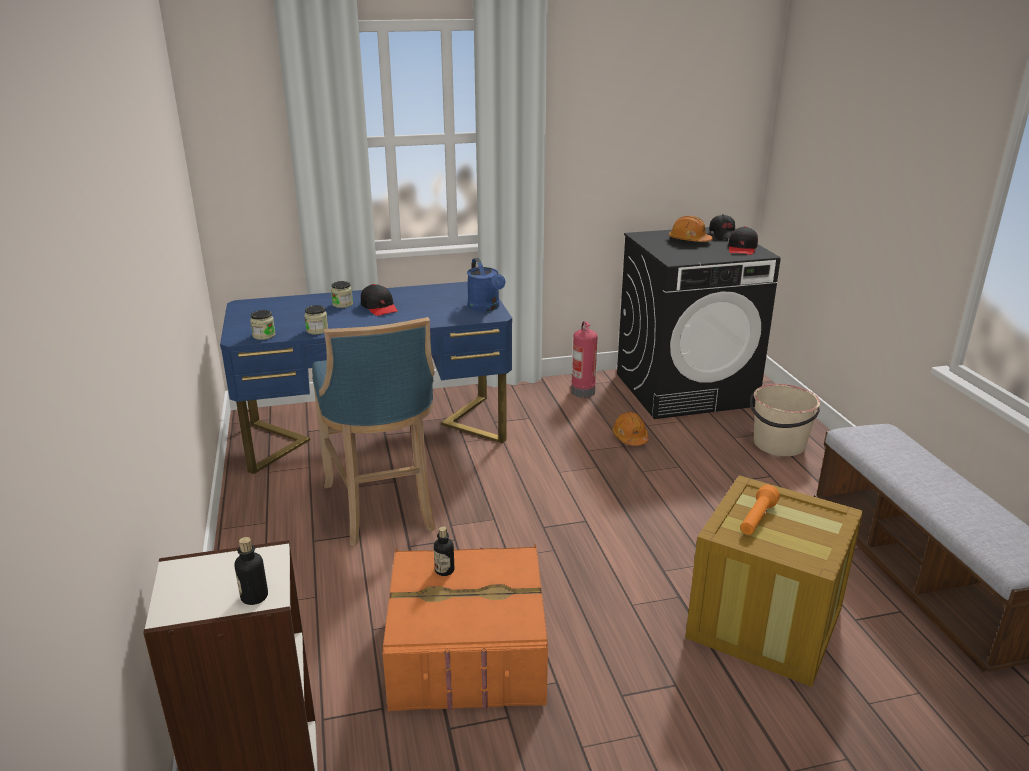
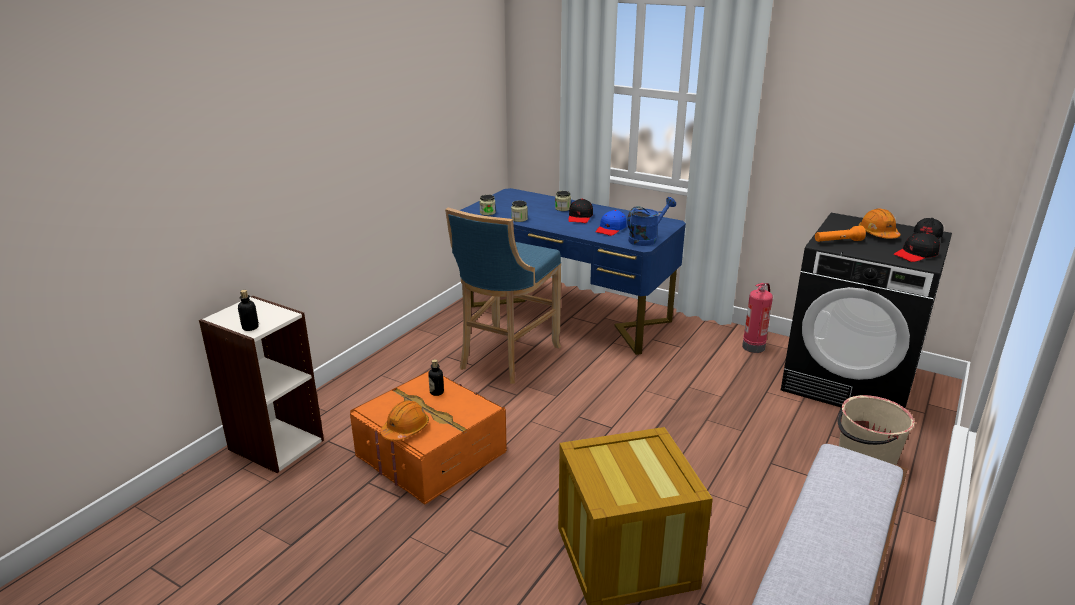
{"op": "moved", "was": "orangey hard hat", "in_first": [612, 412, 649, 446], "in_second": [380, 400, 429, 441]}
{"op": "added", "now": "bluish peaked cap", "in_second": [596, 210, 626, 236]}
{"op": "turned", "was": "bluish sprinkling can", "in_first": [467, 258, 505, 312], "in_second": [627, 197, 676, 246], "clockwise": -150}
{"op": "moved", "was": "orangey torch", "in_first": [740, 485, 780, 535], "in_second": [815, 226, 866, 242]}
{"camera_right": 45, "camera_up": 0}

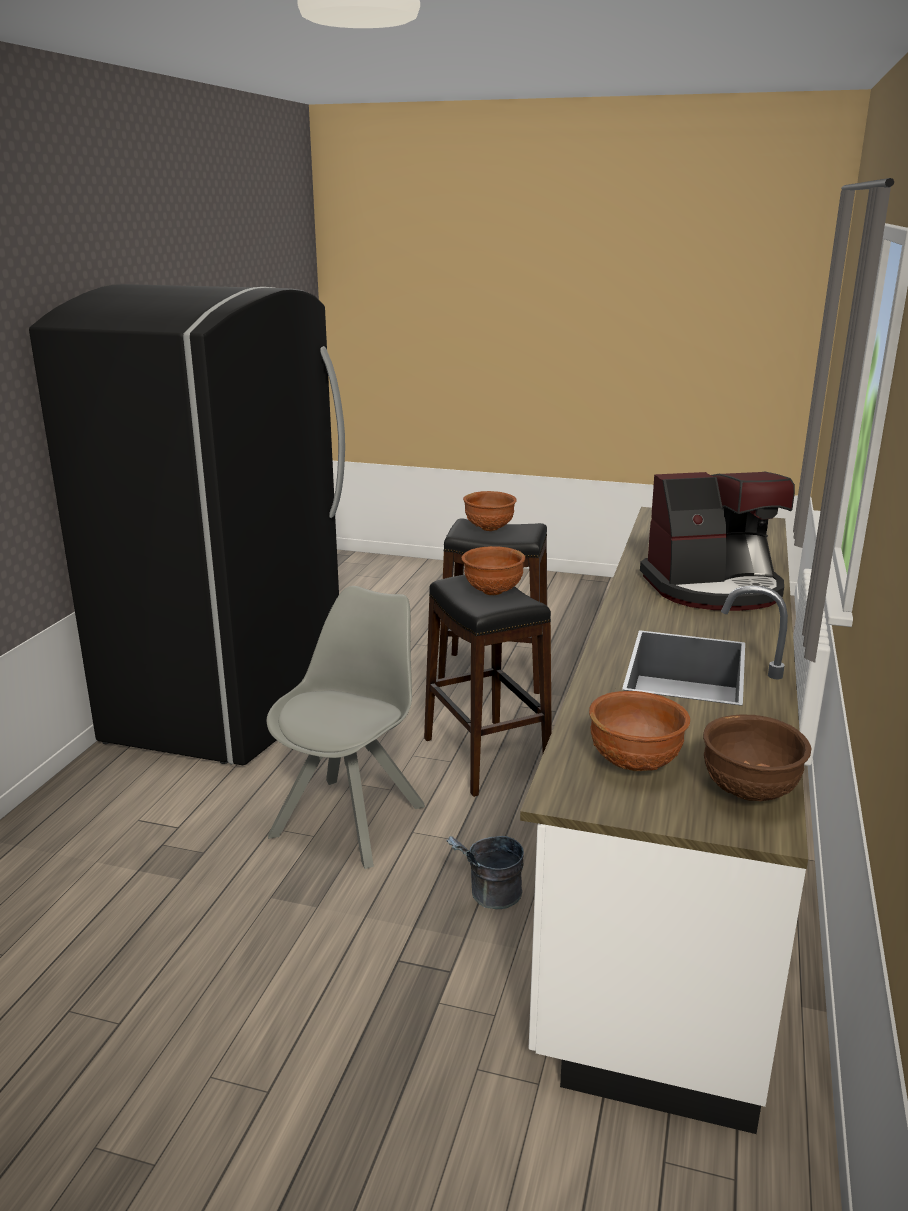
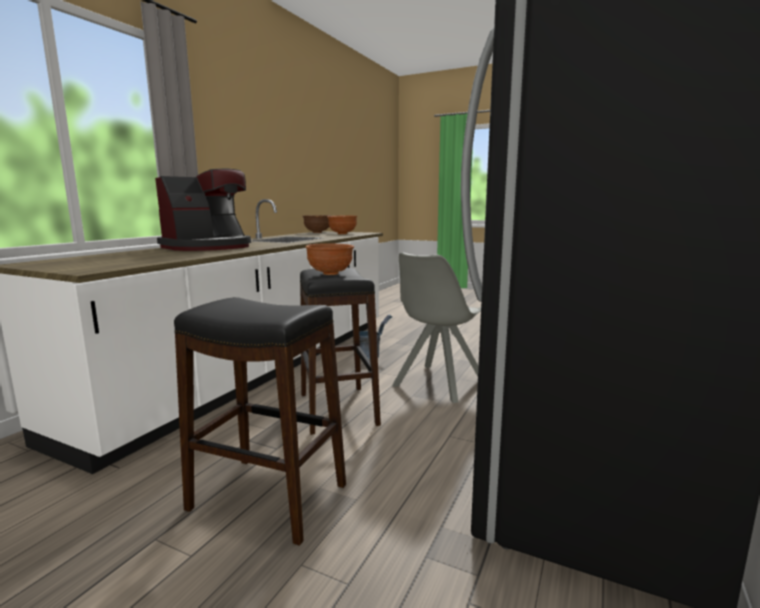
{"op": "turned", "was": "coffee brewer", "in_first": [640, 472, 795, 611], "in_second": [155, 169, 251, 251], "clockwise": 135}
{"op": "removed", "was": "brownish serving bowl", "in_first": [463, 491, 517, 531]}
{"camera_right": -170, "camera_up": -10}

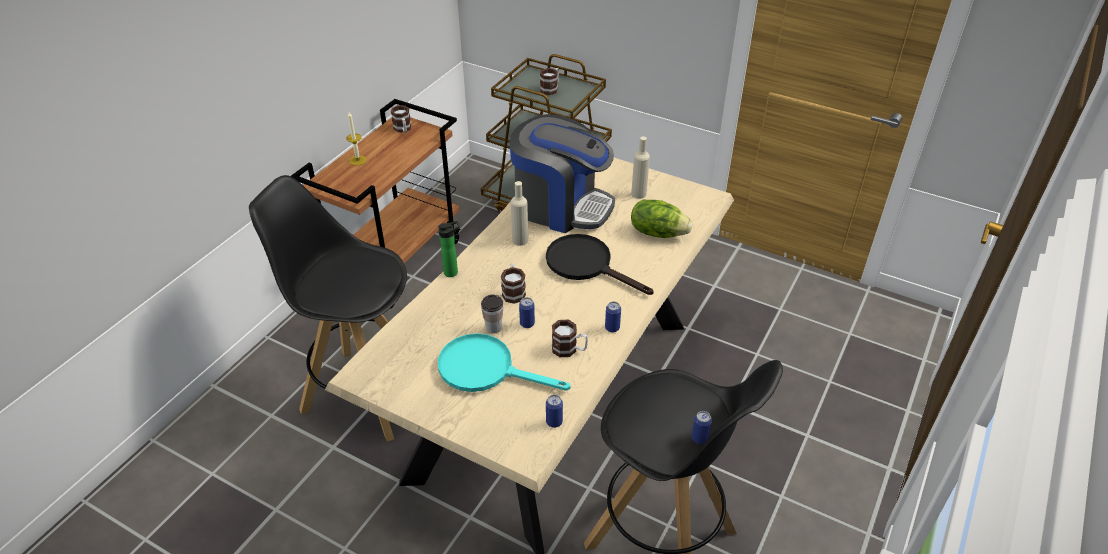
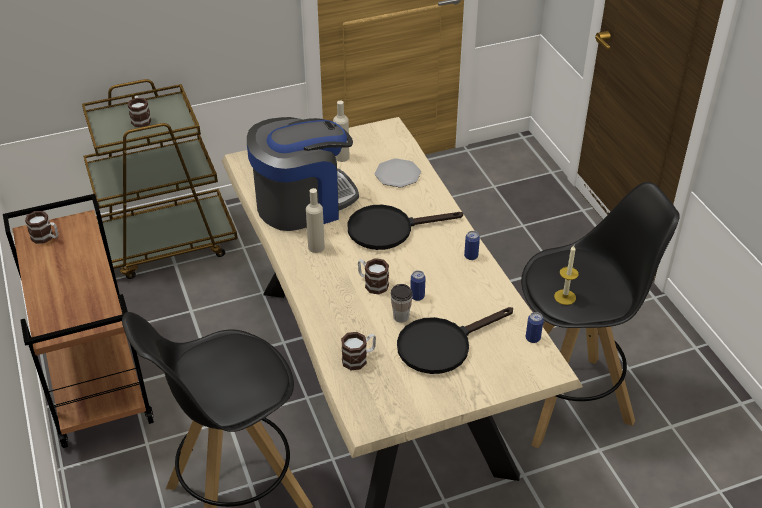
{"op": "moved", "was": "tea mug", "in_first": [552, 320, 588, 357], "in_second": [341, 332, 376, 370]}
{"op": "replaced", "was": "head of lettuce", "now": "flat dish", "in_first": [631, 200, 692, 238], "in_second": [375, 158, 421, 187]}
{"op": "recoloured", "was": "blue-green skillet", "now": "blackish skillet", "in_first": [438, 333, 571, 392], "in_second": [397, 307, 513, 374]}
{"op": "moved", "was": "wax candle", "in_first": [346, 112, 367, 165], "in_second": [554, 245, 579, 305]}
{"op": "removed", "was": "drink bottle", "in_first": [438, 221, 460, 277]}
{"op": "removed", "was": "can", "in_first": [691, 411, 712, 444]}
{"camera_right": -50, "camera_up": 0}

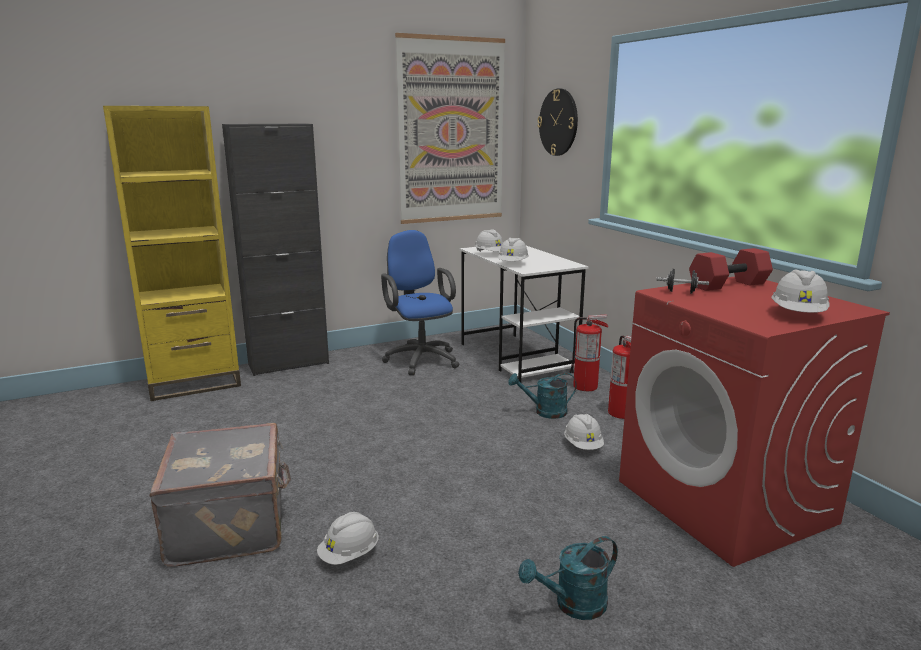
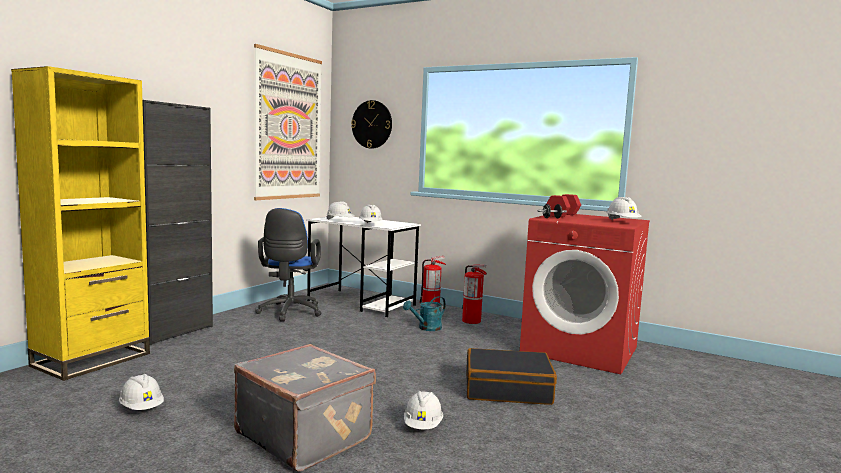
{"op": "moved", "was": "white hard hat", "in_first": [564, 414, 604, 450], "in_second": [119, 374, 164, 410]}
{"op": "turned", "was": "bluish desk chair", "in_first": [381, 230, 460, 376], "in_second": [255, 208, 322, 322], "clockwise": -120}
{"op": "added", "now": "blackish travel case", "in_second": [466, 348, 557, 405]}
{"op": "removed", "was": "blue-green sprinkling can", "in_first": [518, 536, 618, 620]}
{"camera_right": -35, "camera_up": -10}

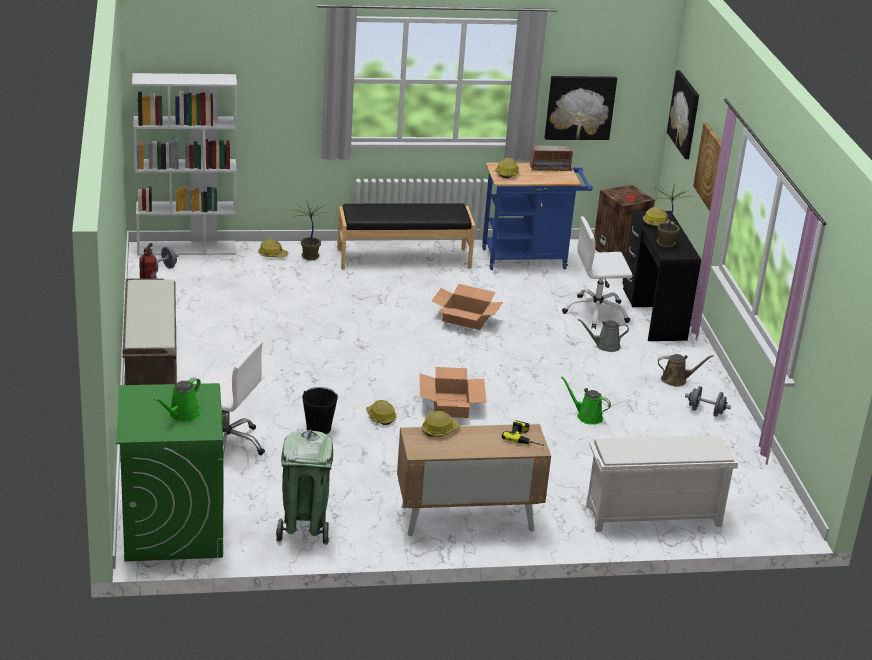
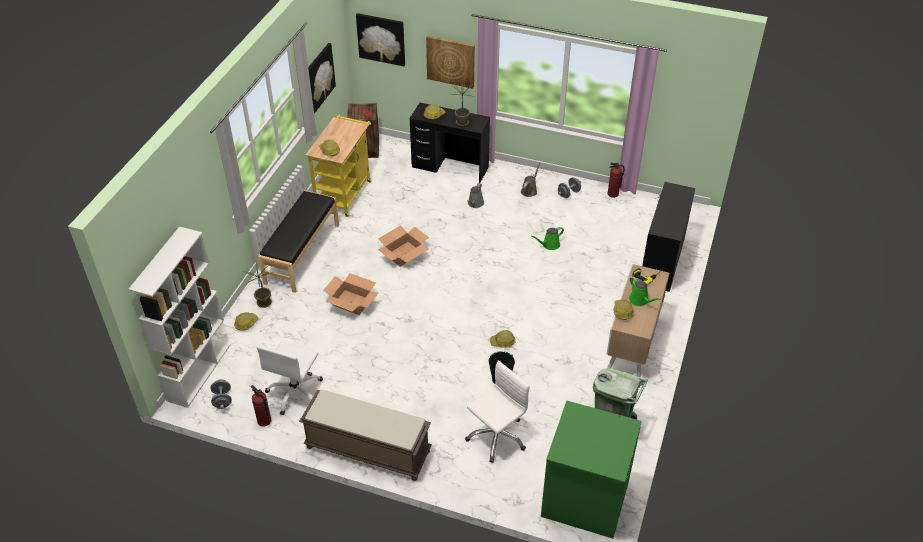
{"op": "moved", "was": "white desk chair", "in_first": [562, 216, 633, 329], "in_second": [257, 341, 323, 415]}
{"op": "recoloured", "was": "bluish cart", "now": "yellow cart", "in_first": [482, 163, 593, 270], "in_second": [305, 115, 371, 217]}
{"op": "moved", "was": "cardboard box", "in_first": [419, 367, 486, 418], "in_second": [323, 273, 378, 315]}
{"op": "added", "now": "fire-fighting cylinder", "in_second": [608, 163, 625, 198]}
{"op": "moved", "was": "green-coloured sprinkling can", "in_first": [154, 377, 201, 422], "in_second": [629, 277, 661, 306]}
{"op": "replaced", "was": "white shoe rack", "now": "blackish desk", "in_first": [586, 435, 738, 532], "in_second": [642, 182, 695, 292]}
{"op": "removed", "was": "radio receiver", "in_first": [529, 145, 573, 171]}
{"camera_right": -60, "camera_up": 15}

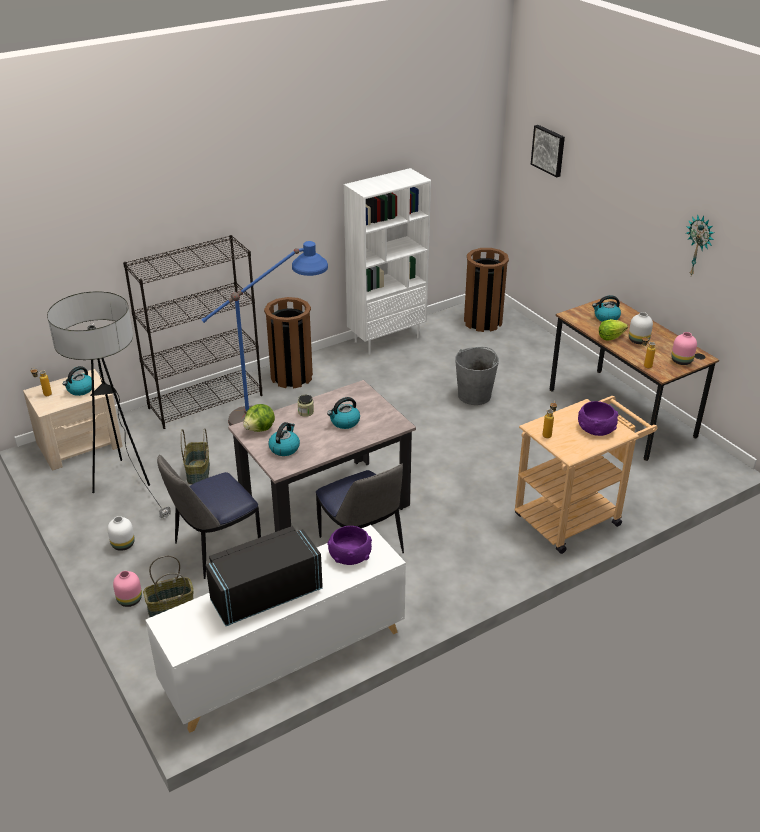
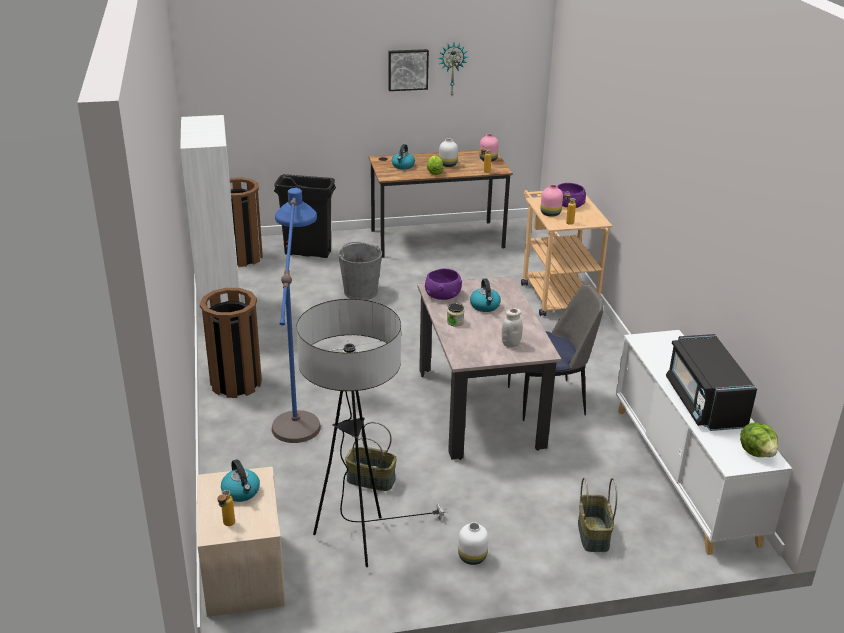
{"op": "added", "now": "blackish trash can", "in_second": [274, 174, 336, 258]}
{"op": "moved", "was": "picture", "in_first": [531, 125, 565, 178], "in_second": [388, 49, 429, 91]}
{"op": "moved", "was": "purple-coloured serving bowl", "in_first": [327, 526, 372, 565], "in_second": [425, 268, 462, 300]}
{"op": "replaced", "was": "water kettle", "now": "white storage jar", "in_first": [268, 422, 300, 456], "in_second": [502, 308, 523, 347]}
{"op": "moved", "was": "pinkish flower vase", "in_first": [113, 571, 142, 607], "in_second": [541, 184, 563, 217]}
{"op": "moved", "was": "head of lettuce", "in_first": [243, 404, 275, 432], "in_second": [740, 422, 778, 457]}
{"op": "removed", "was": "blackish bookshelf", "in_first": [123, 235, 262, 429]}
{"op": "removed", "was": "upright chair", "in_first": [157, 455, 261, 579]}
{"camera_right": -70, "camera_up": -5}

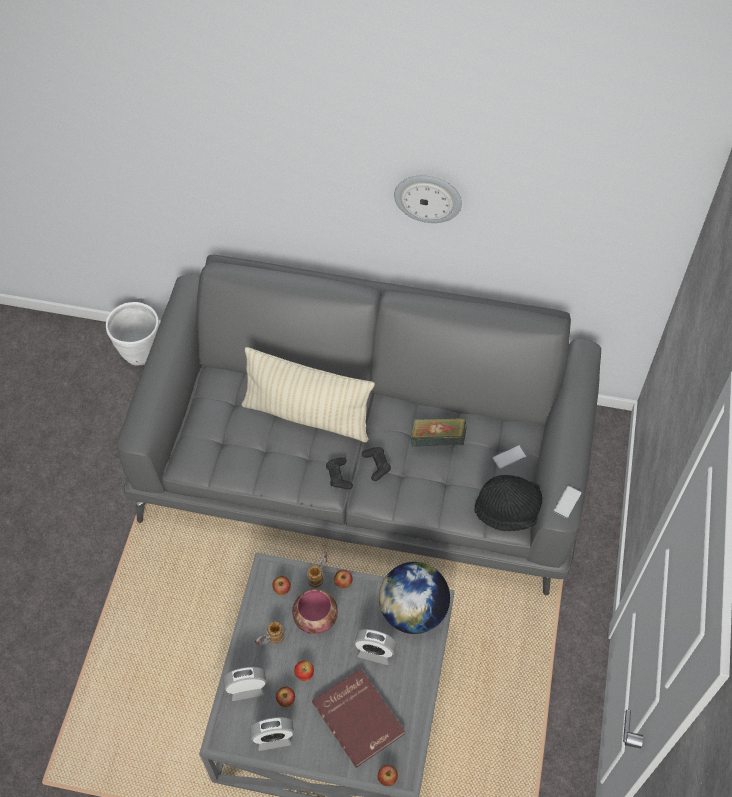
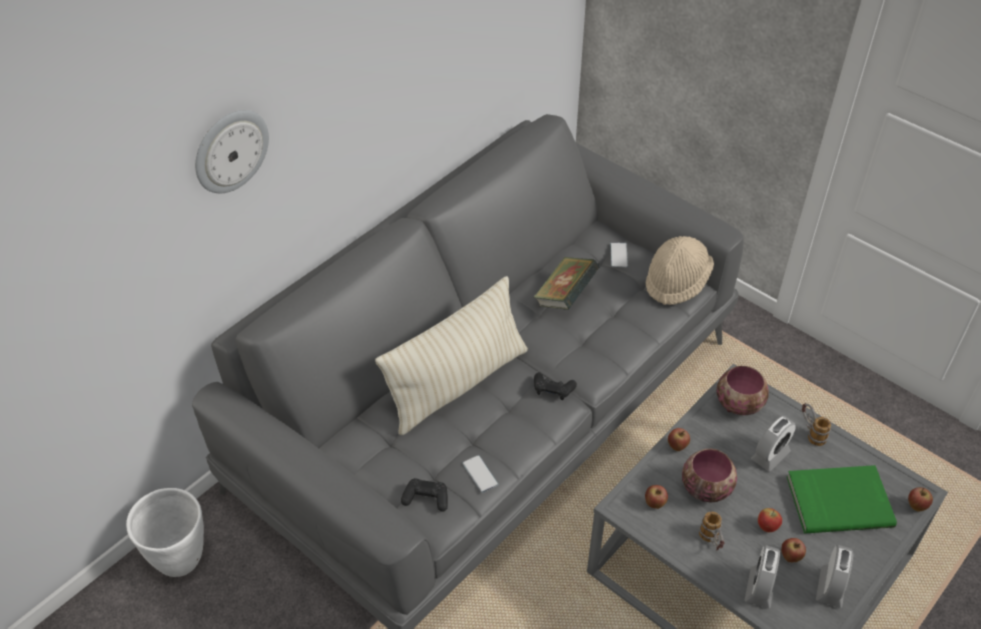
{"op": "moved", "was": "clock on the wall", "in_first": [394, 175, 462, 223], "in_second": [195, 110, 269, 193]}
{"op": "moved", "was": "blackish game controller", "in_first": [362, 447, 391, 481], "in_second": [401, 478, 448, 512]}
{"op": "moved", "was": "phone", "in_first": [553, 486, 582, 519], "in_second": [463, 455, 498, 493]}
{"op": "recoloured", "was": "blackish wearable hat", "now": "sand-coloured wearable hat", "in_first": [474, 475, 543, 531], "in_second": [646, 236, 714, 305]}
{"op": "replaced", "was": "globe", "now": "serving bowl", "in_first": [379, 562, 450, 634], "in_second": [717, 366, 769, 415]}
{"op": "recoloured", "was": "red book", "now": "green-coloured book", "in_first": [312, 668, 405, 768], "in_second": [787, 465, 897, 534]}
{"op": "moved", "was": "tea mug", "in_first": [307, 552, 327, 588], "in_second": [802, 403, 831, 446]}
{"camera_right": -60, "camera_up": -10}

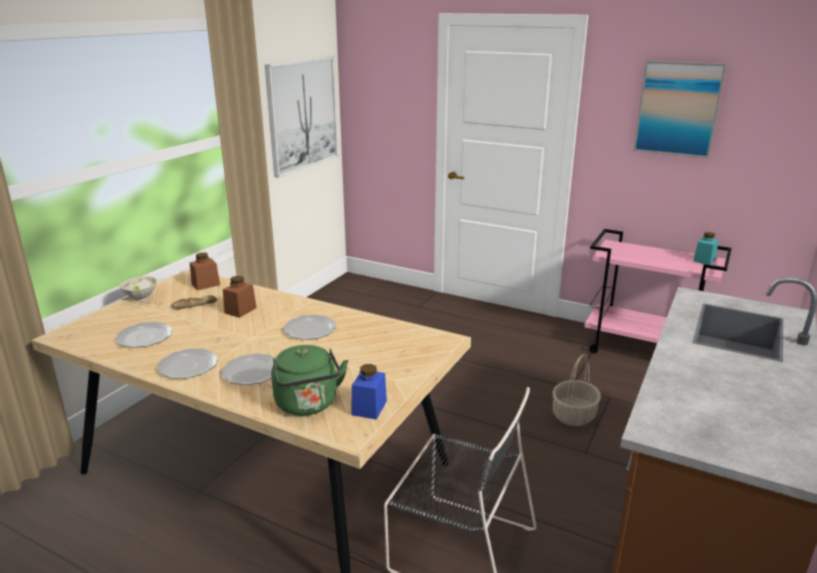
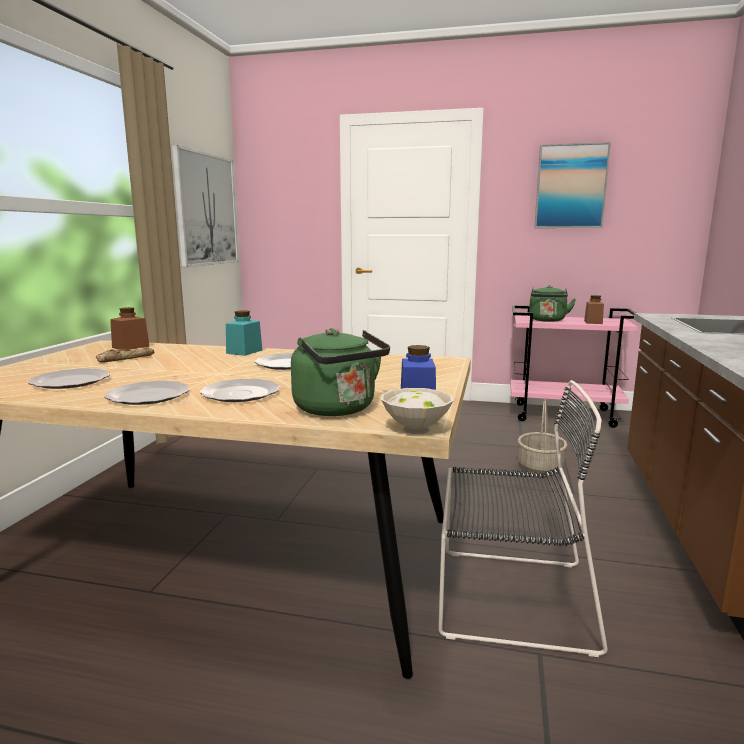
{"op": "moved", "was": "blue-green storage jar", "in_first": [693, 232, 719, 265], "in_second": [226, 311, 262, 356]}
{"op": "moved", "was": "white serving bowl", "in_first": [119, 276, 158, 301], "in_second": [381, 388, 453, 434]}
{"op": "added", "now": "green-coloured water kettle", "in_second": [529, 285, 576, 322]}
{"op": "moved", "was": "brownish storage jar", "in_first": [223, 276, 257, 318], "in_second": [584, 295, 604, 324]}
{"camera_right": -15, "camera_up": -10}

